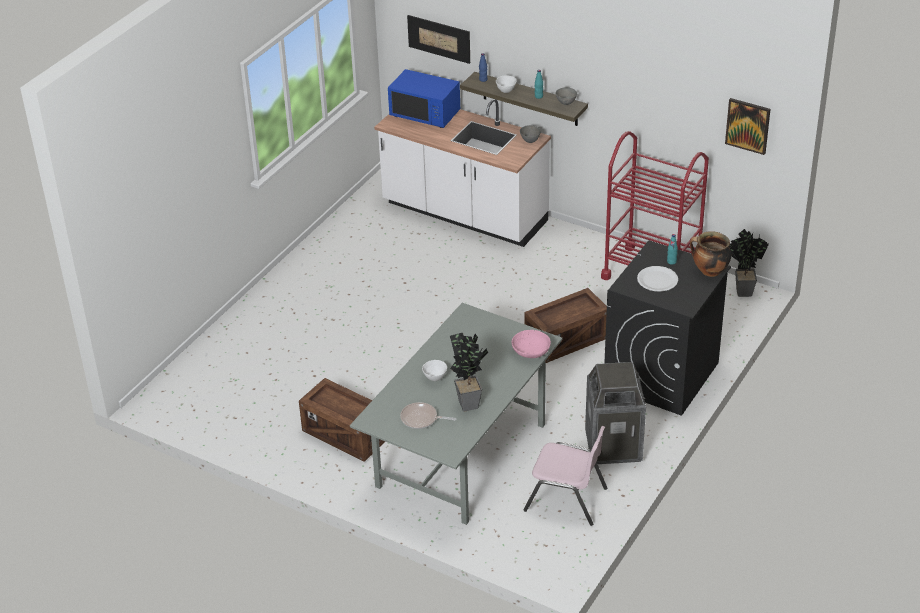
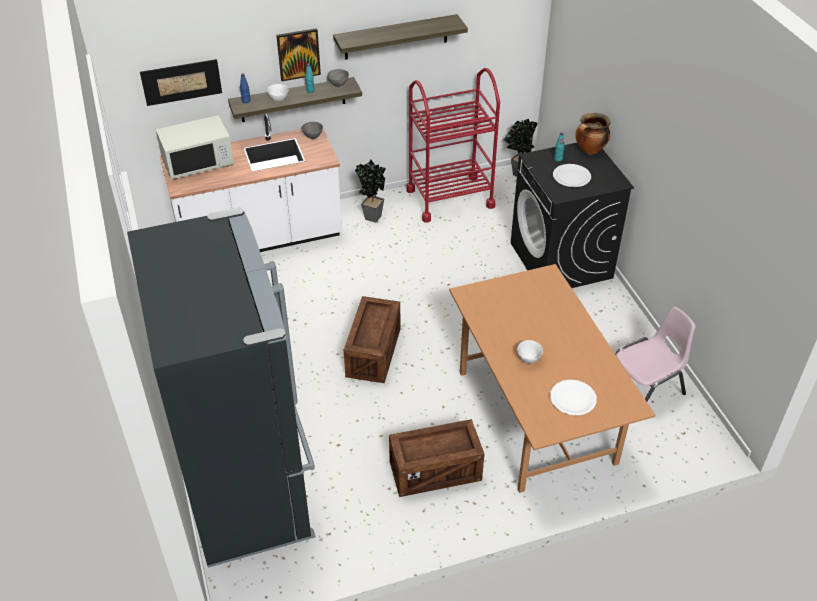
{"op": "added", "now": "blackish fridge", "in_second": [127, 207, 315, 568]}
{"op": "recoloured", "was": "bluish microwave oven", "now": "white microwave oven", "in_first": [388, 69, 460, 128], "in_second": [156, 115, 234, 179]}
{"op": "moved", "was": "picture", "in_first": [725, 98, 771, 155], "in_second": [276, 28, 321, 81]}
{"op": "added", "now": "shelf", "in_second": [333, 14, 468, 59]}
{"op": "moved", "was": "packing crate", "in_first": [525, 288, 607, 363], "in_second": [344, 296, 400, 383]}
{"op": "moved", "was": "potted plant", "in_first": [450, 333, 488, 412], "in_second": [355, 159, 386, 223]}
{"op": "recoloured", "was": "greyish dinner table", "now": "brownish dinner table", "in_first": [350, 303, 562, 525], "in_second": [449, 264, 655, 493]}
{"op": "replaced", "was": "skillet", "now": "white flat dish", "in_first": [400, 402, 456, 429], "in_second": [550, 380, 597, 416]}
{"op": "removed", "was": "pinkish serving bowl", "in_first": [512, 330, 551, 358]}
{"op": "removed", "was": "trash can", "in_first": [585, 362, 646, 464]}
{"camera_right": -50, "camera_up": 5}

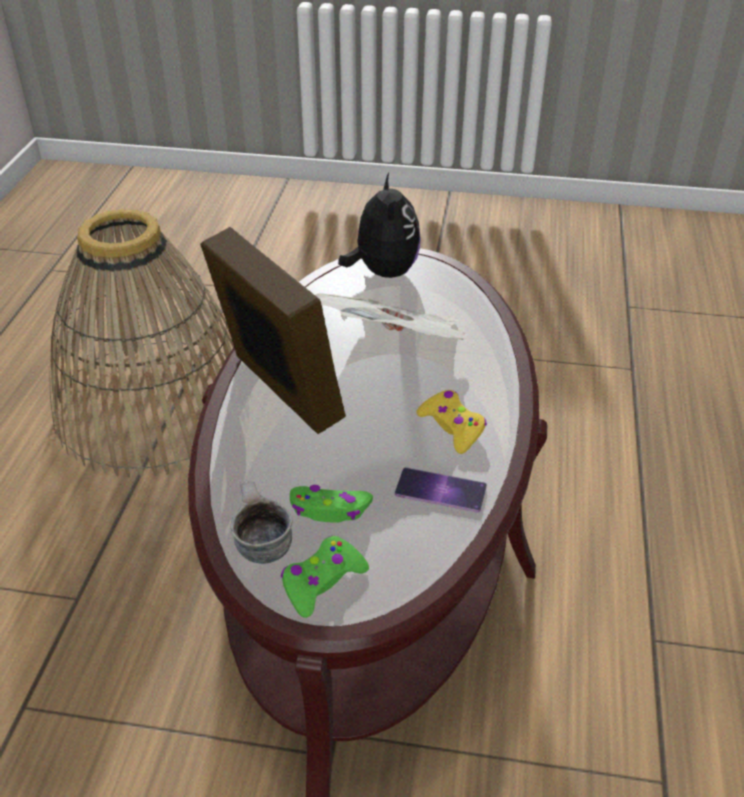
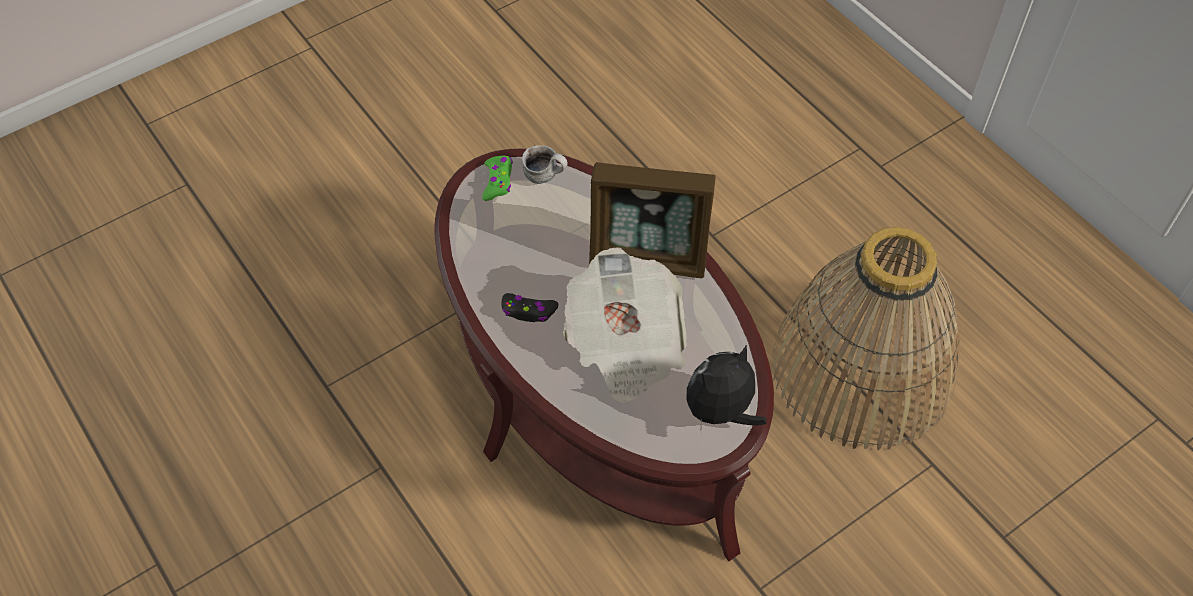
{"op": "recoloured", "was": "yellow game controller", "now": "blackish game controller", "in_first": [416, 390, 487, 454], "in_second": [502, 293, 558, 322]}
{"op": "turned", "was": "plush toy", "in_first": [338, 173, 421, 278], "in_second": [687, 344, 767, 434], "clockwise": 105}
{"op": "removed", "was": "green-coloured game controller", "in_first": [290, 485, 373, 523]}
{"op": "removed", "was": "phone", "in_first": [395, 467, 487, 512]}
{"camera_right": 135, "camera_up": 15}

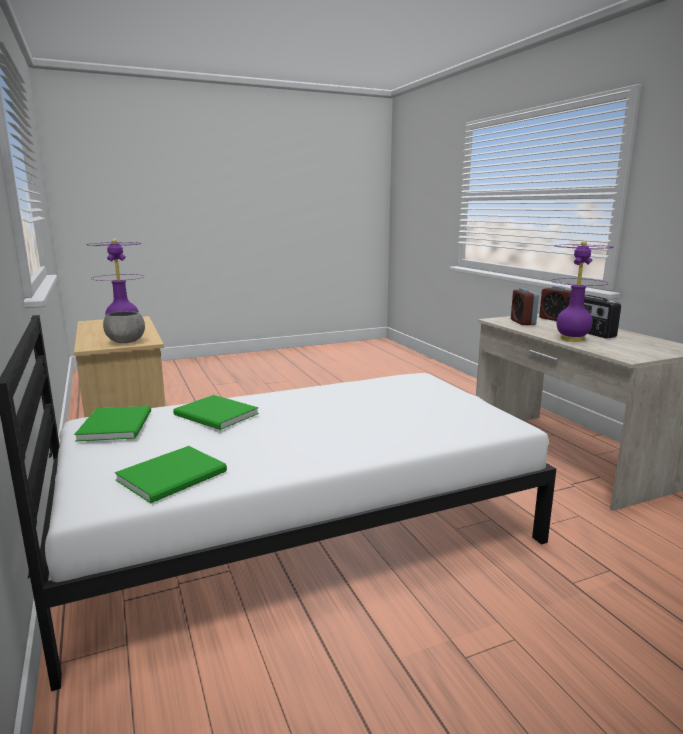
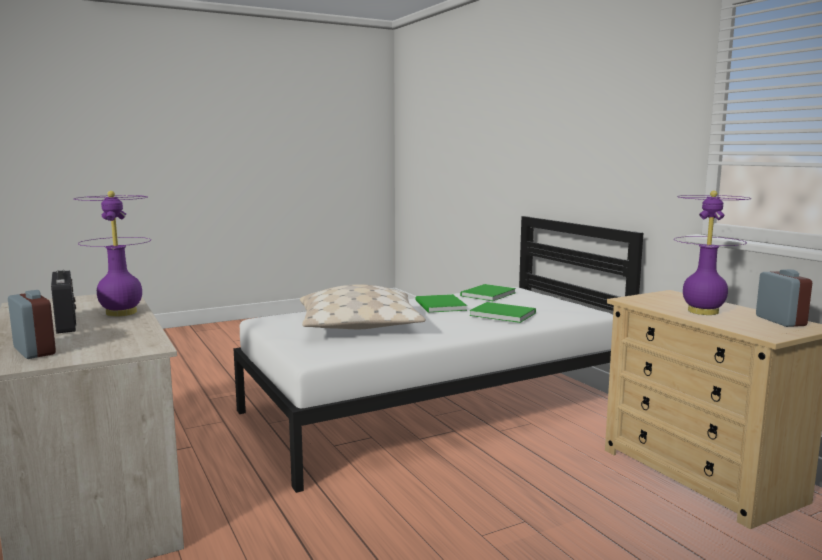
{"op": "added", "now": "sand-coloured cushion", "in_second": [300, 284, 426, 329]}
{"op": "moved", "was": "green-coloured book", "in_first": [74, 406, 151, 442], "in_second": [416, 294, 467, 313]}
{"op": "moved", "was": "bedside clock", "in_first": [511, 288, 539, 325], "in_second": [756, 269, 812, 327]}
{"op": "removed", "was": "greyish serving bowl", "in_first": [103, 311, 145, 343]}
{"camera_right": 175, "camera_up": -5}

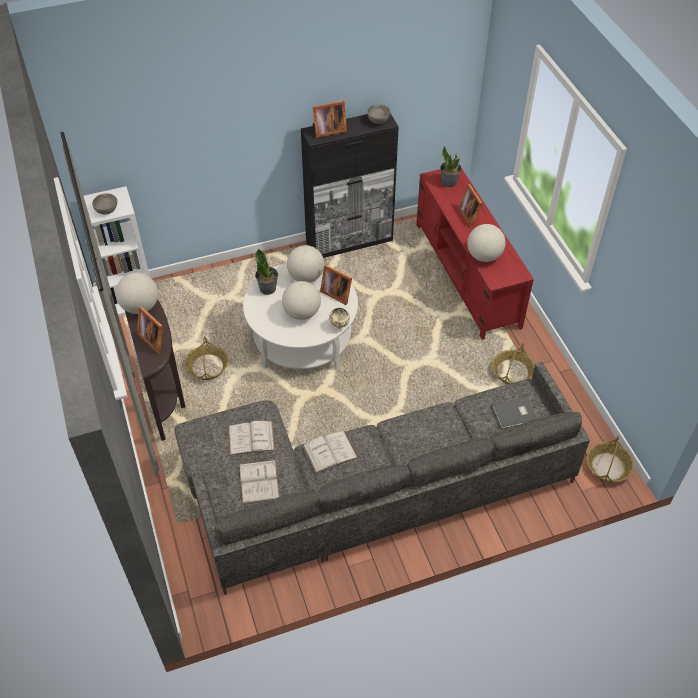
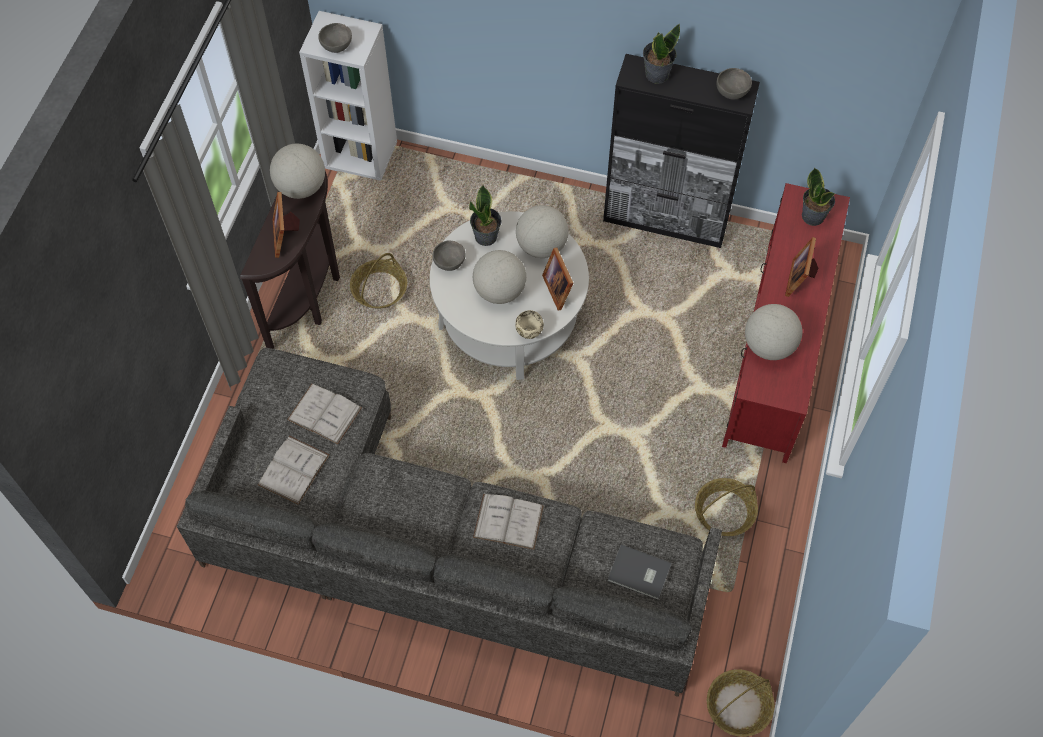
{"op": "added", "now": "greyish serving bowl", "in_second": [433, 241, 466, 271]}
{"op": "moved", "was": "white book", "in_first": [302, 431, 358, 474], "in_second": [473, 494, 544, 550]}
{"op": "replaced", "was": "picture frame", "now": "potted plant", "in_first": [313, 101, 347, 138], "in_second": [643, 24, 680, 84]}
{"camera_right": 35, "camera_up": 10}

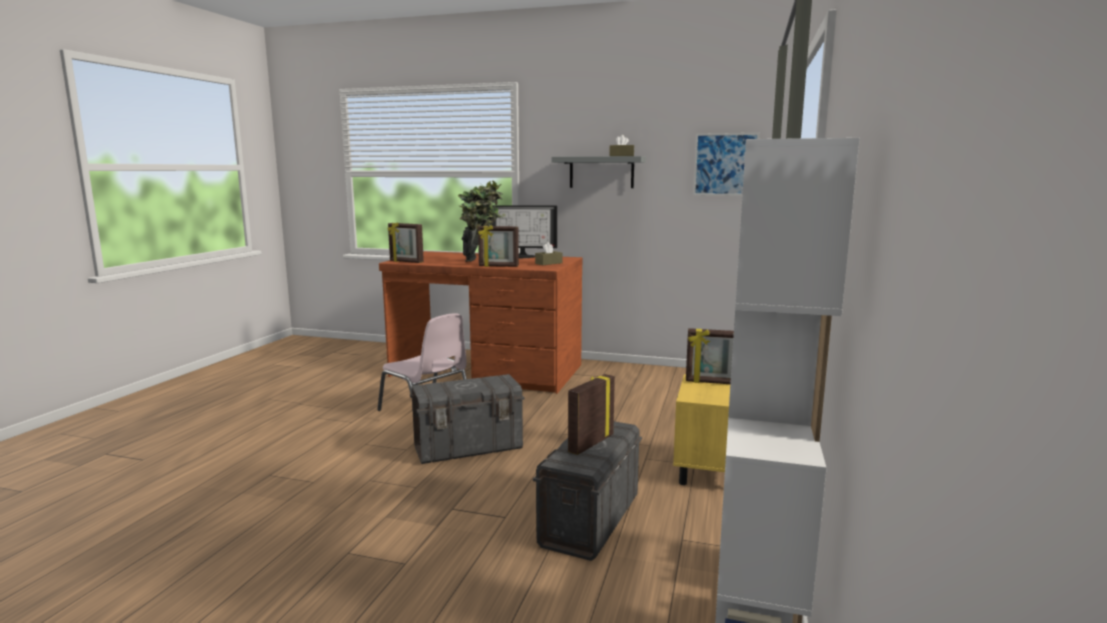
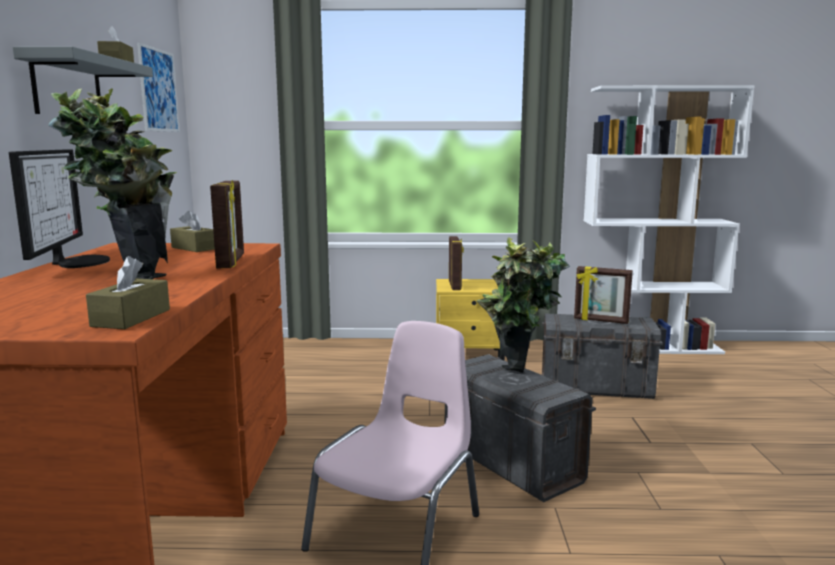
{"op": "replaced", "was": "picture frame", "now": "brownish tissue holder", "in_first": [387, 222, 424, 263], "in_second": [86, 256, 170, 329]}
{"op": "added", "now": "potted plant", "in_second": [476, 237, 570, 373]}
{"camera_right": -105, "camera_up": 0}

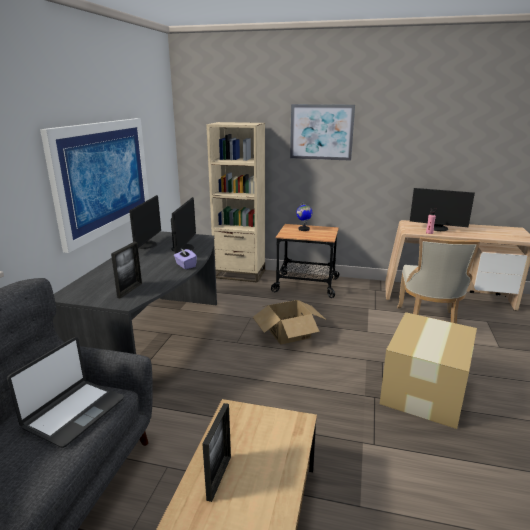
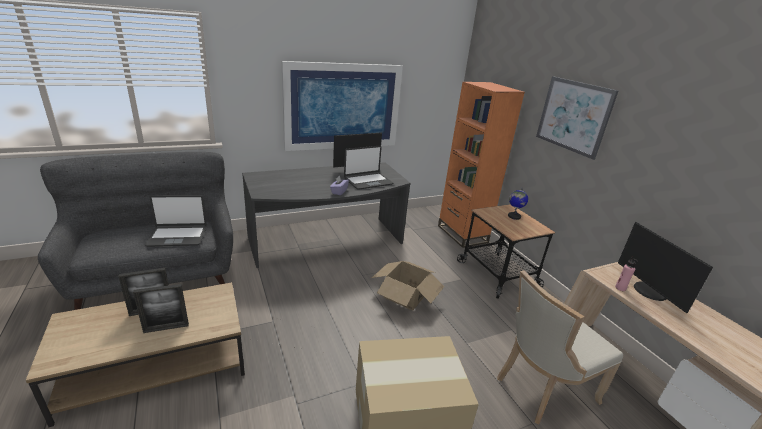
{"op": "moved", "was": "picture frame", "in_first": [111, 242, 142, 299], "in_second": [133, 284, 189, 333]}
{"op": "replaced", "was": "monitor", "now": "portable computer", "in_first": [171, 197, 196, 254], "in_second": [344, 146, 393, 190]}
{"op": "recoloured", "was": "sand-coloured bookshelf", "now": "orangey bookshelf", "in_first": [206, 122, 265, 283], "in_second": [438, 82, 525, 248]}
{"camera_right": 50, "camera_up": 5}

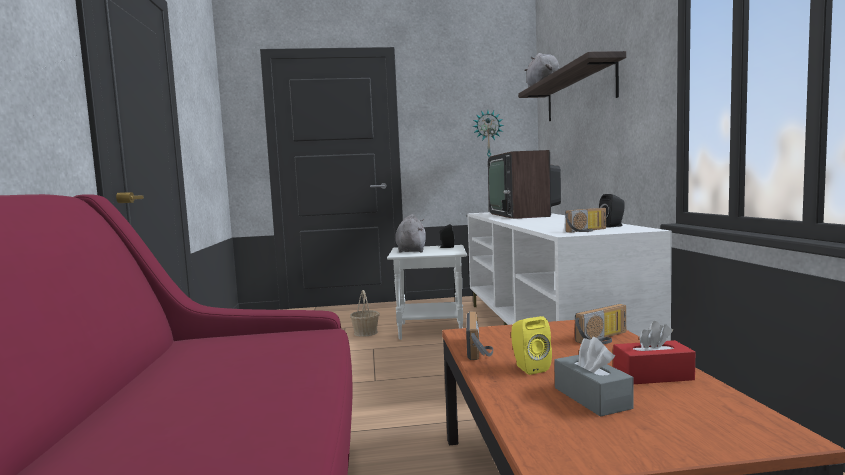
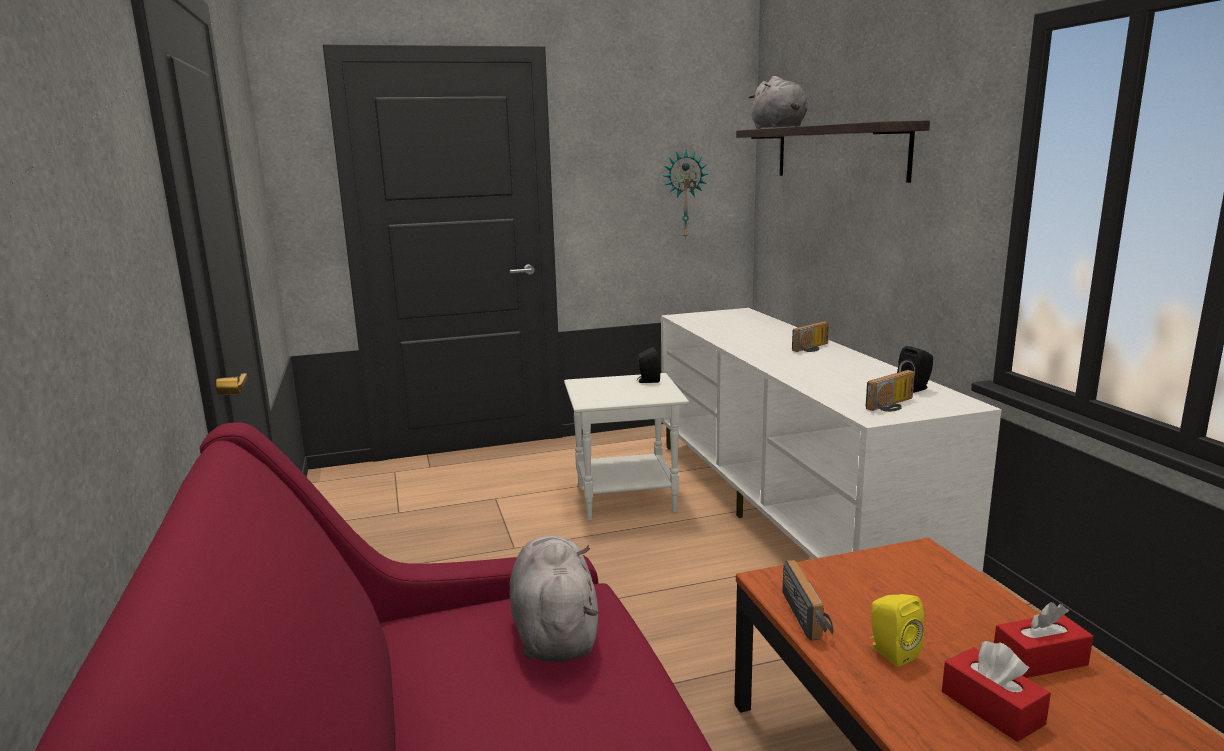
{"op": "moved", "was": "greyish plush toy", "in_first": [395, 214, 426, 253], "in_second": [509, 536, 598, 662]}
{"op": "moved", "was": "radio receiver", "in_first": [575, 304, 626, 344], "in_second": [792, 321, 829, 352]}
{"op": "recoloured", "was": "greyish tissue holder", "now": "red tissue holder", "in_first": [554, 337, 633, 417], "in_second": [942, 641, 1051, 742]}
{"op": "removed", "was": "household basket", "in_first": [350, 290, 380, 337]}
{"op": "removed", "was": "TV set", "in_first": [488, 150, 561, 219]}
{"camera_right": -10, "camera_up": 10}

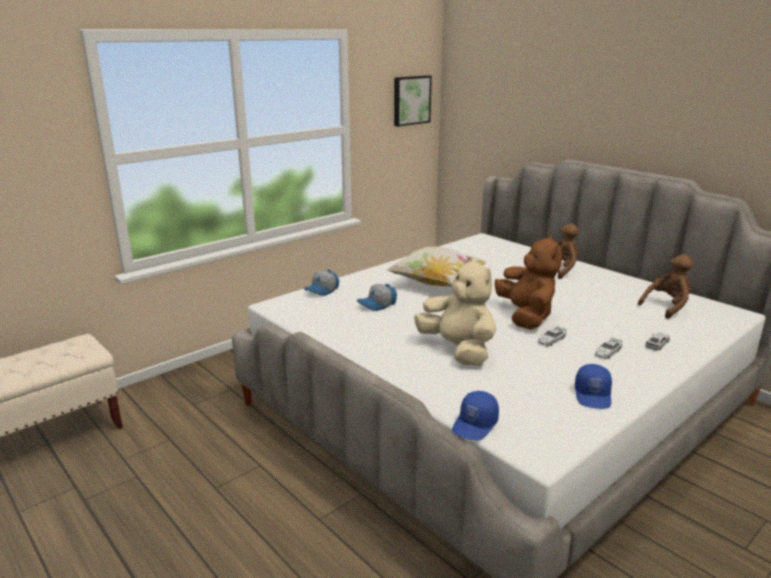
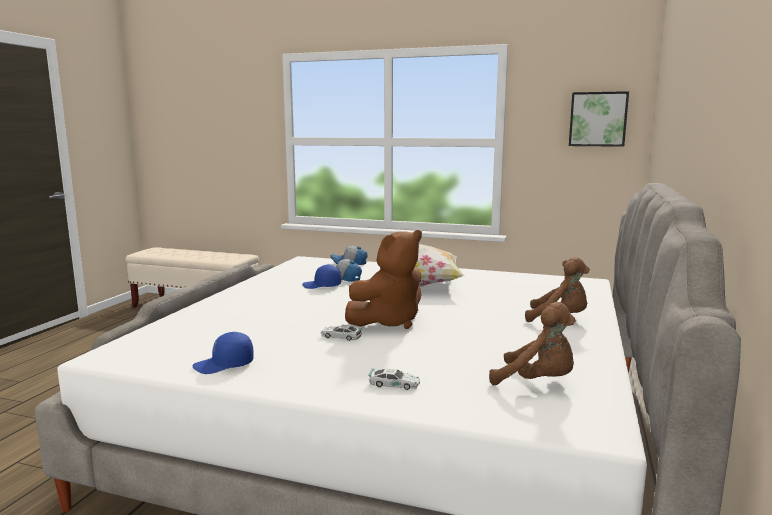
{"op": "moved", "was": "bluish peaked cap", "in_first": [452, 391, 499, 441], "in_second": [302, 265, 341, 289]}
{"op": "removed", "was": "sand-coloured plush toy", "in_first": [414, 257, 496, 366]}
{"op": "removed", "was": "model car", "in_first": [595, 337, 623, 360]}
{"camera_right": 60, "camera_up": -10}

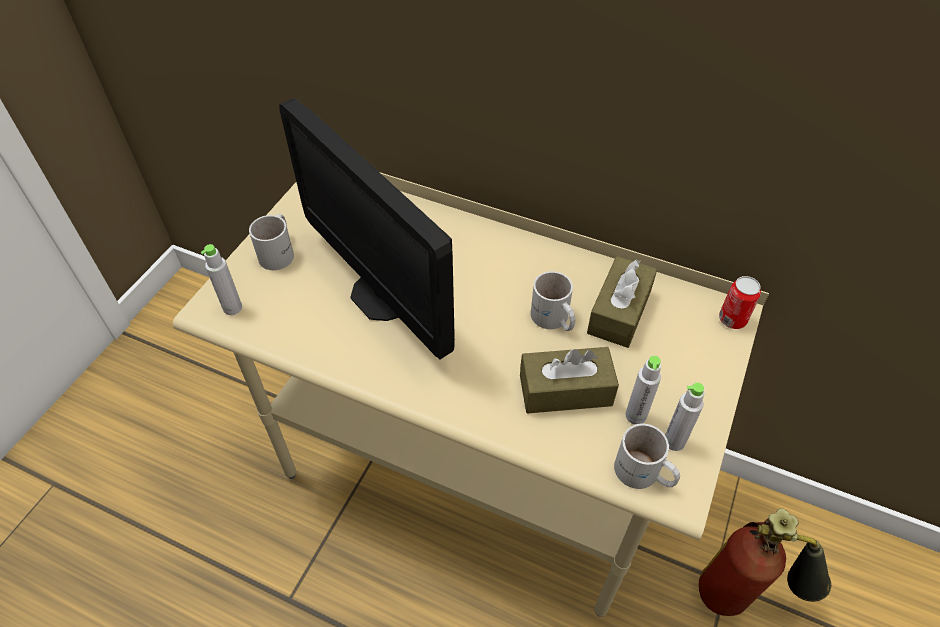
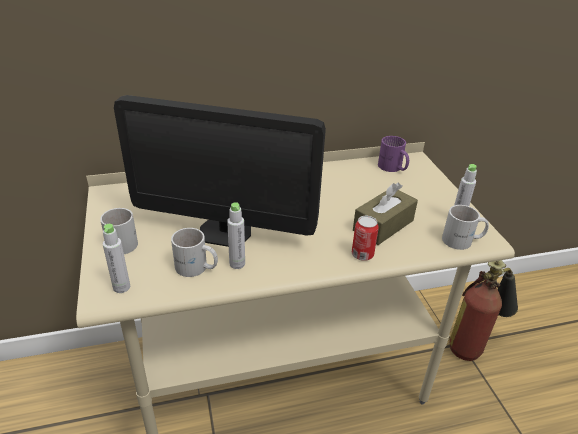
{"op": "moved", "was": "white tea mug", "in_first": [531, 271, 575, 331], "in_second": [171, 228, 218, 277]}
{"op": "moved", "was": "greyish drink bottle", "in_first": [625, 356, 661, 424], "in_second": [227, 202, 245, 269]}
{"op": "moved", "was": "can", "in_first": [719, 276, 761, 329], "in_second": [352, 216, 379, 261]}
{"op": "added", "now": "purple-coloured tea mug", "in_second": [378, 136, 409, 172]}
{"op": "removed", "was": "brownish tissue holder", "in_first": [587, 256, 657, 348]}
{"camera_right": -40, "camera_up": -15}

